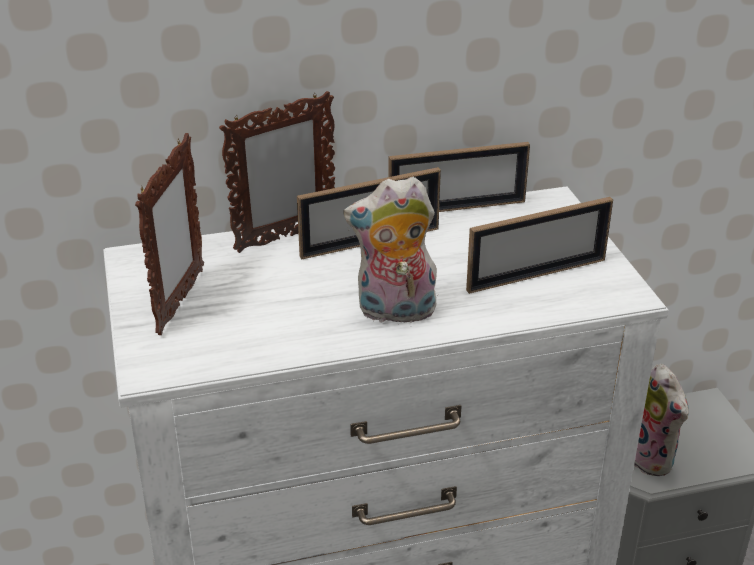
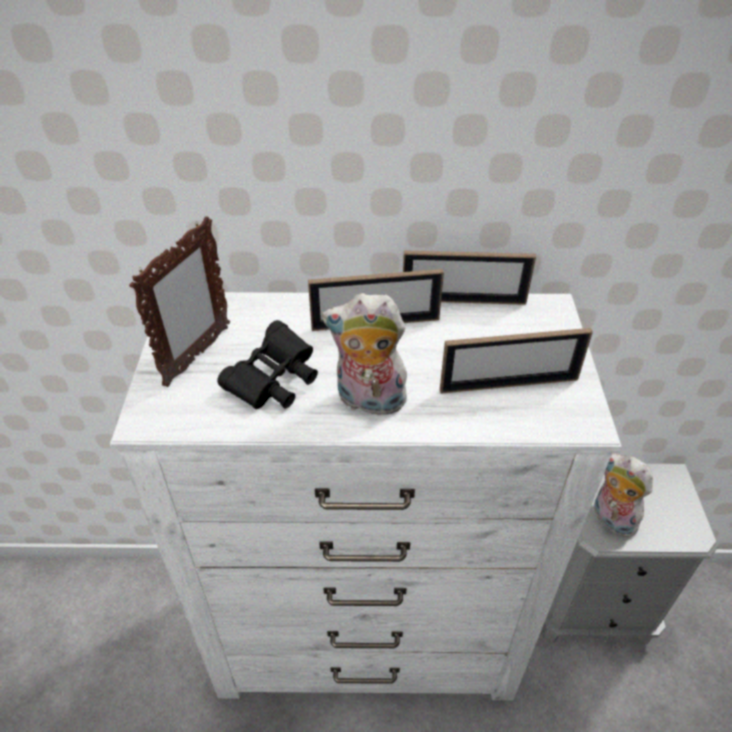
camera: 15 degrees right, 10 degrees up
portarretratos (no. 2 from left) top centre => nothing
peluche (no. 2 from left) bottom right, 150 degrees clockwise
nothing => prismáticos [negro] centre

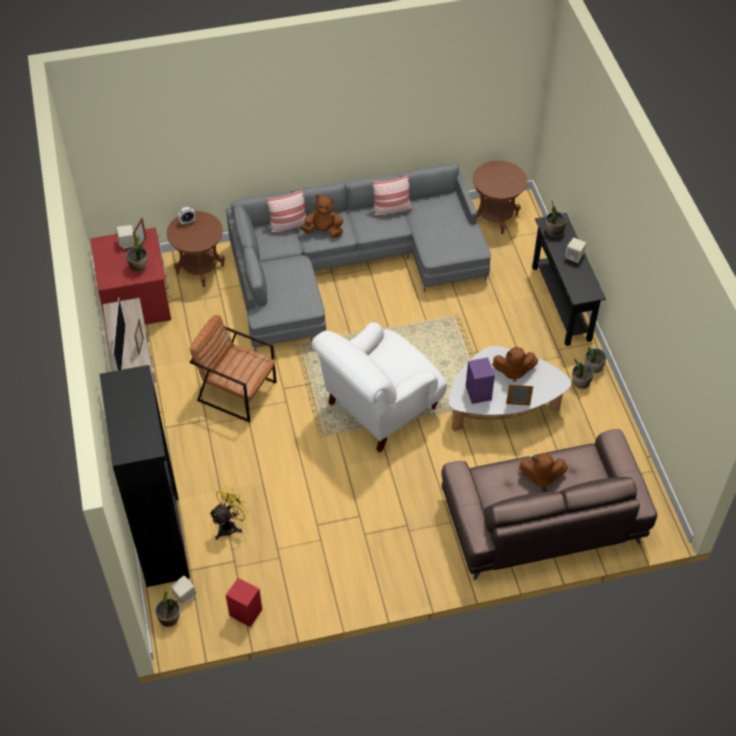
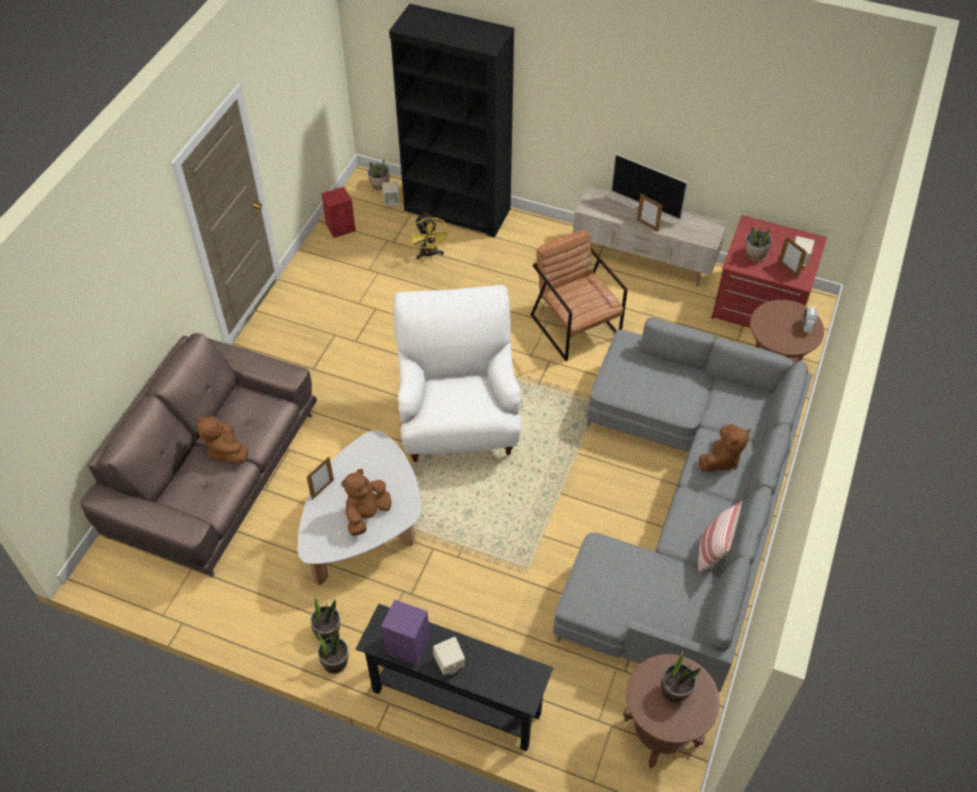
camera: 125 degrees right, 0 degrees up
sillón [marrón] middle left => sillón [marrón] centre, 90 degrees counterclockwise
cojín (no. 1 from left) top centre => nothing
altavoz [morado] centre => altavoz [morado] bottom centre, relocated
peluche [marrón] (no. 3 from left in the first image) middle right => peluche [marrón] (no. 1 from left) middle left, 75 degrees counterclockwise
planta en maceta (no. 3 from left in the first image) top right => planta en maceta (no. 4 from left) bottom right, relocated

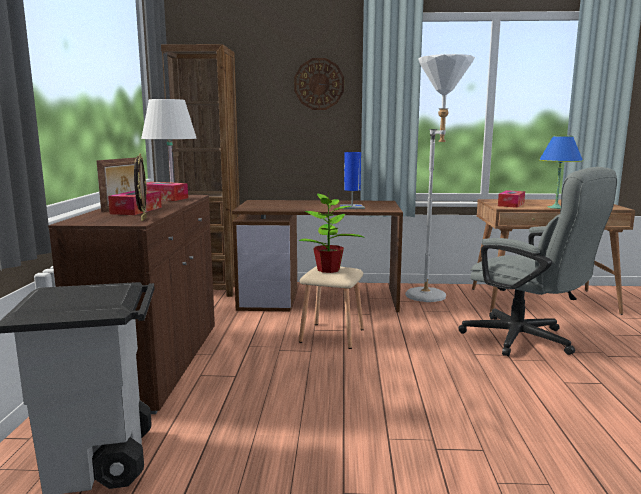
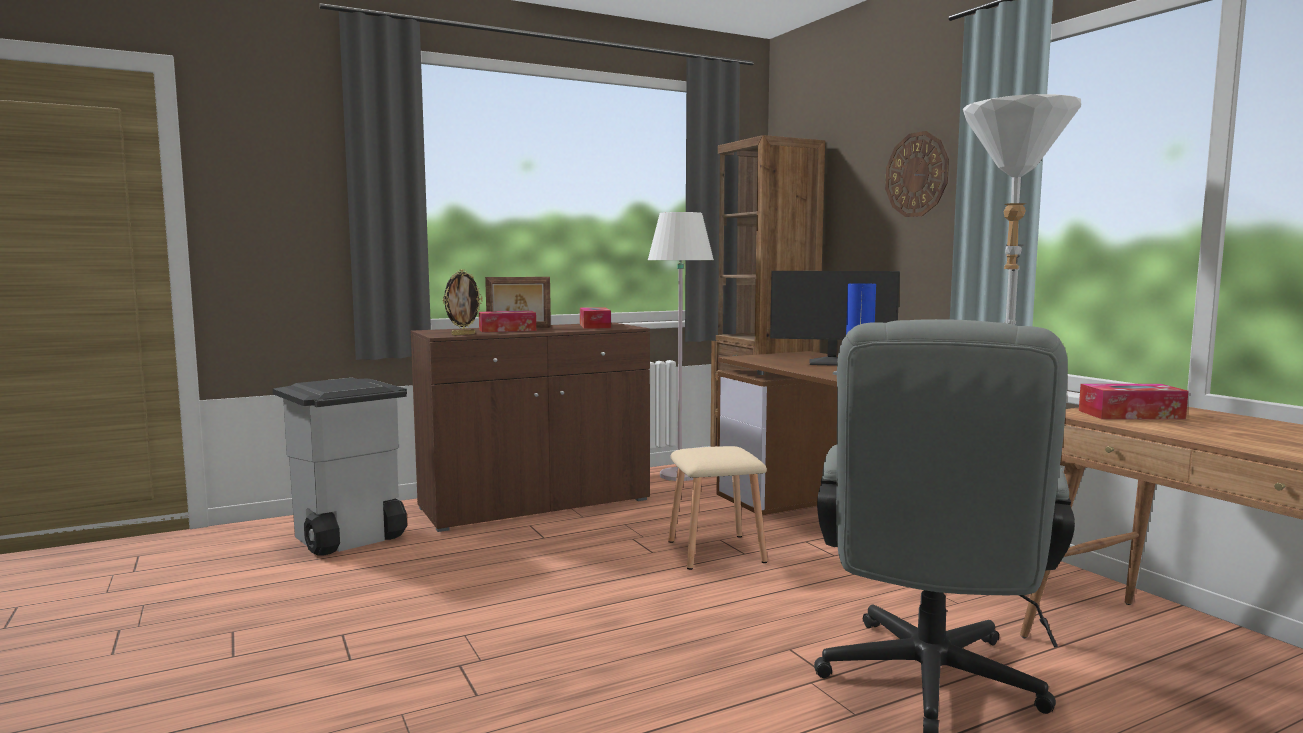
camera: 60 degrees right, 5 degrees down
planta en maceta centre => nothing
lámpara de mesa [azul] (no. 2 from left) middle right => nothing
nothing => monitor centre

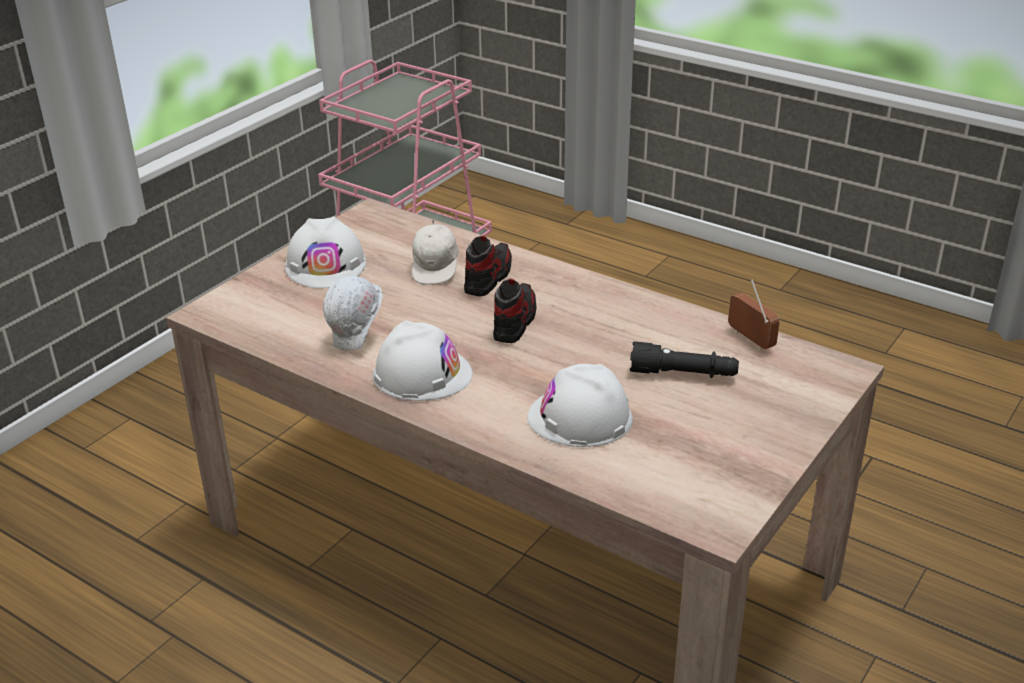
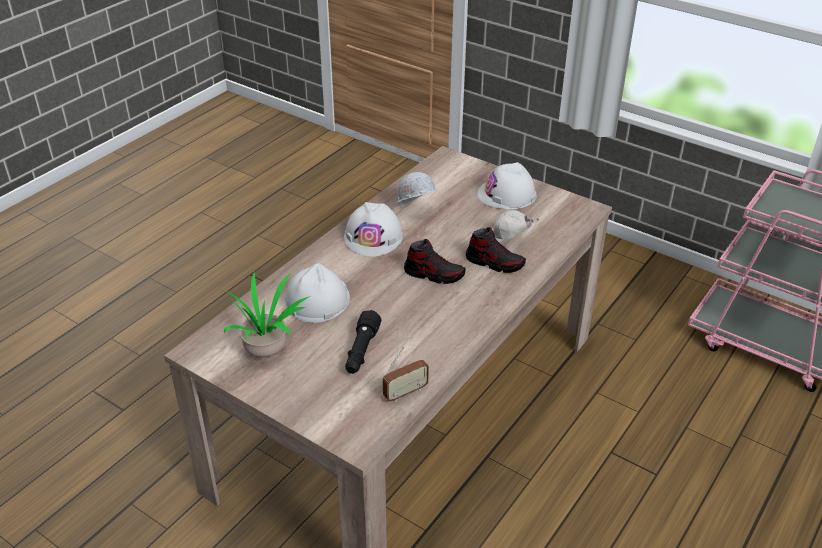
camera: 90 degrees right, 5 degrees up
nothing => planta en maceta middle left

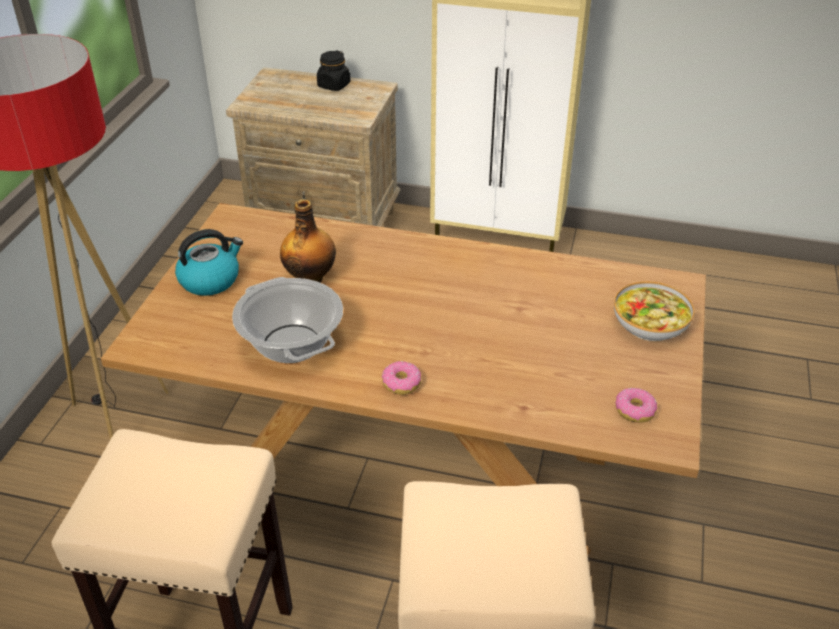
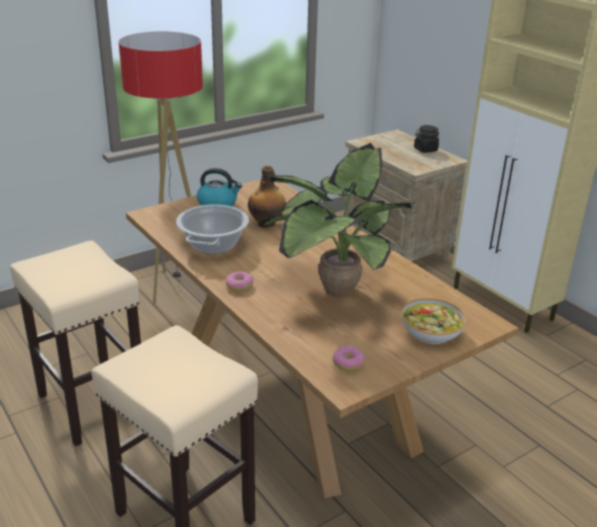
camera: 40 degrees right, 10 degrees down
nothing => planta en maceta centre

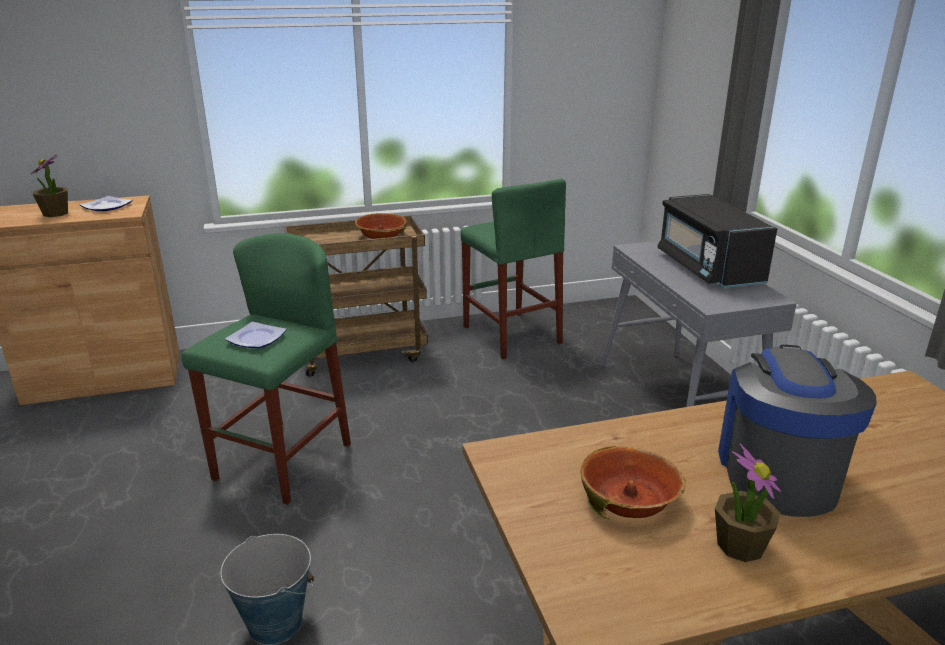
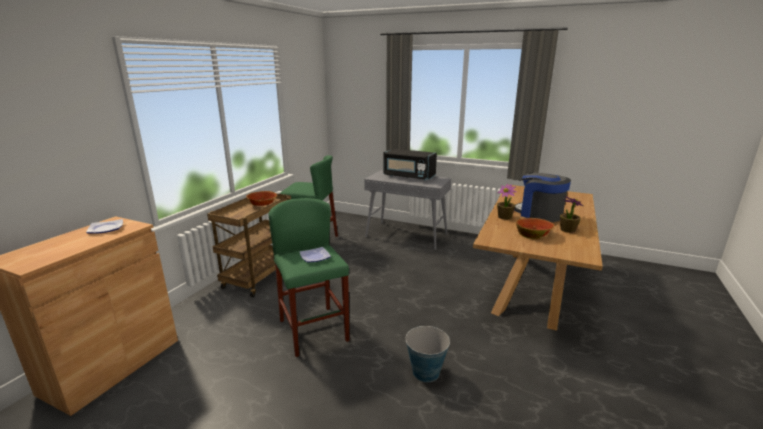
camera: 50 degrees left, 5 degrees down
planta en maceta (no. 1 from left) top left => planta en maceta (no. 1 from left) centre, relocated

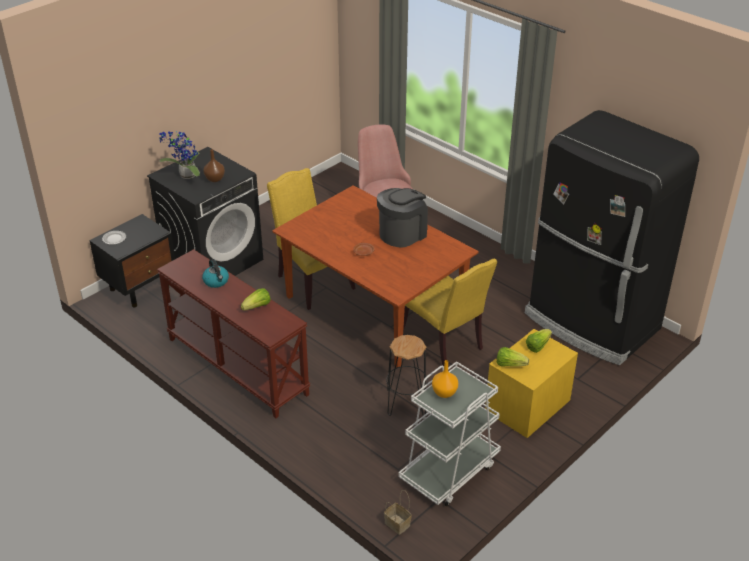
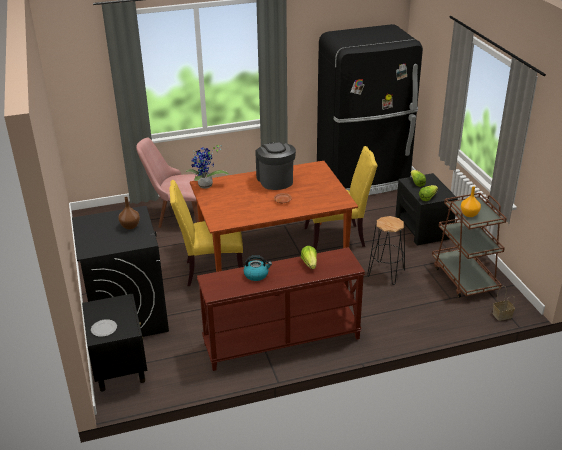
camera: 60 degrees left, 5 degrees down
planta en maceta top left => planta en maceta centre, relocated
carrito [blanco] bottom centre => carrito [marrón] middle right
mesita de noche [amarillo] bottom right => mesita de noche [negro] (no. 2 from left) middle right

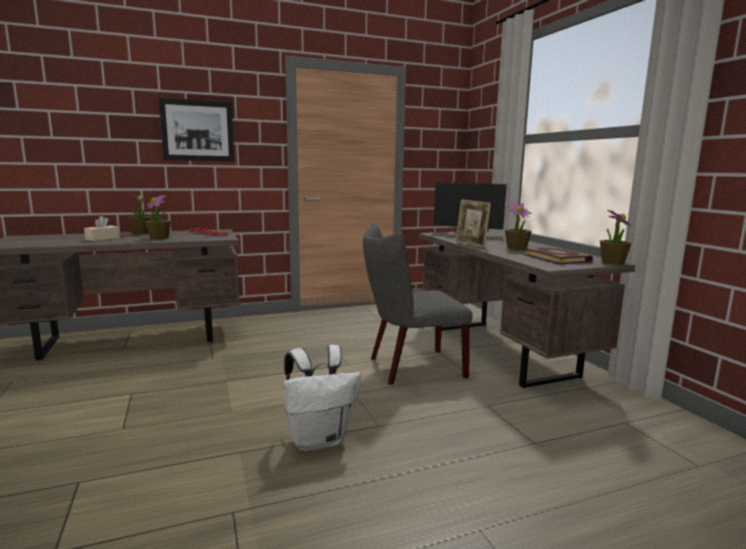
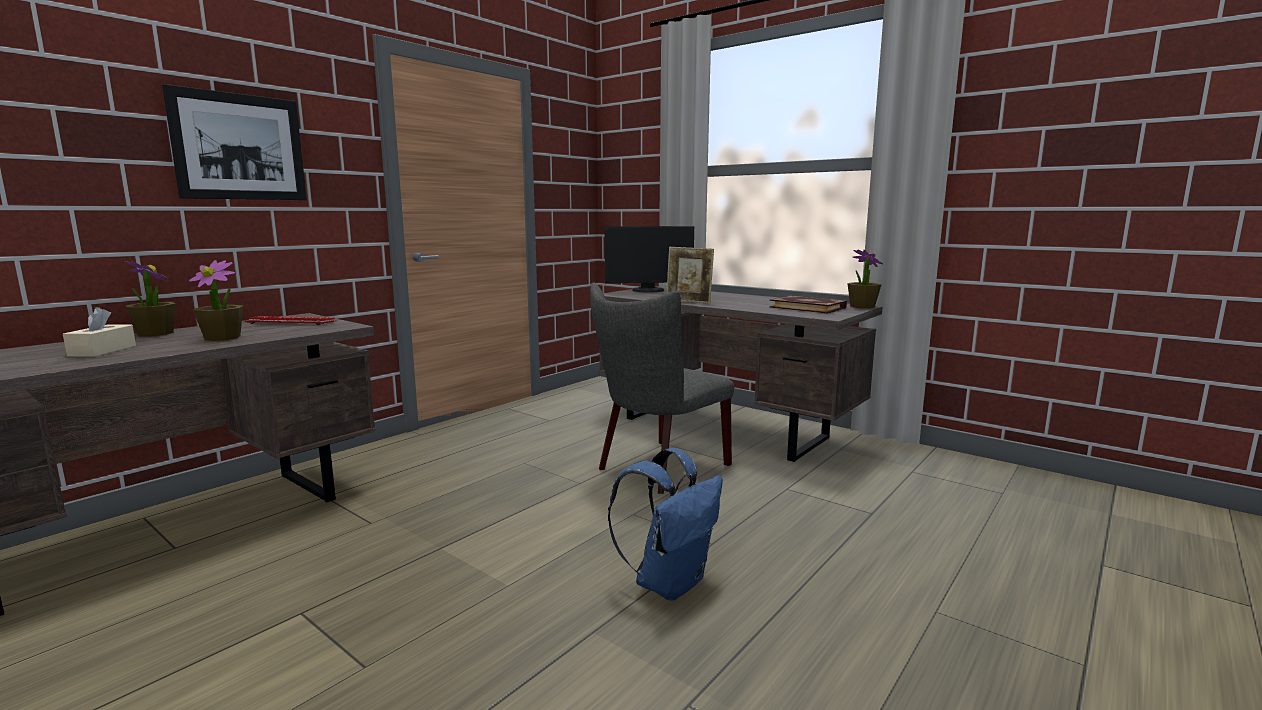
camera: 30 degrees left, 0 degrees up
mochila [blanco] bottom centre => mochila [azul] bottom centre
planta en maceta (no. 3 from left) middle right => nothing

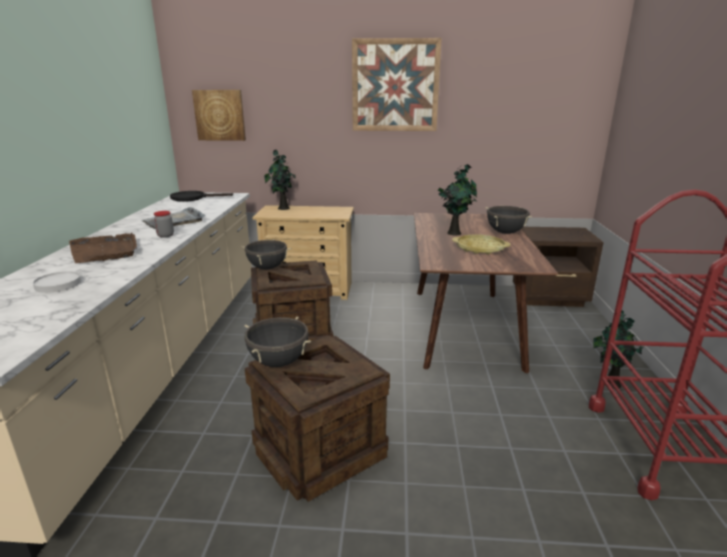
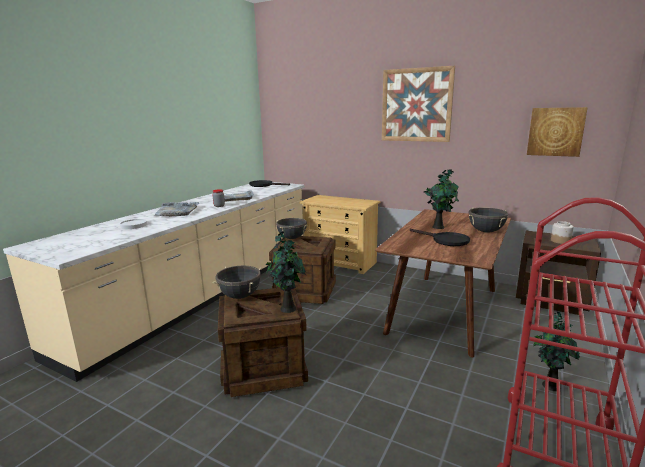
camera: 25 degrees right, 5 degrees down
bandeja [marrón] middle left => bandeja [gris] (no. 1 from left) middle left
cuadro (no. 1 from left in the first image) top left => cuadro (no. 2 from left) top right, relocated
planta en maceta (no. 1 from left) top centre => planta en maceta (no. 1 from left) centre, relocated
bandeja [amarillo] centre => sartén [negro] (no. 2 from left) middle right
nothing => tarro (no. 2 from left) middle right

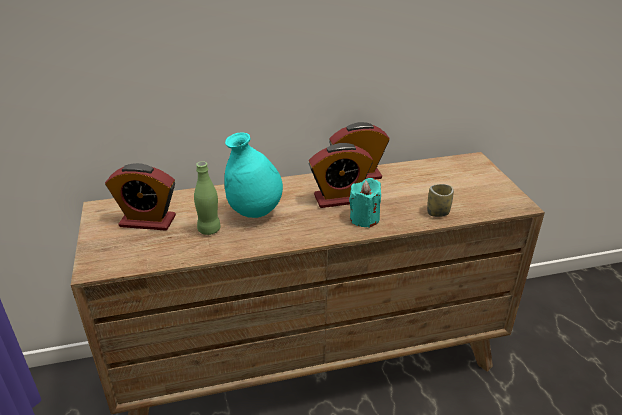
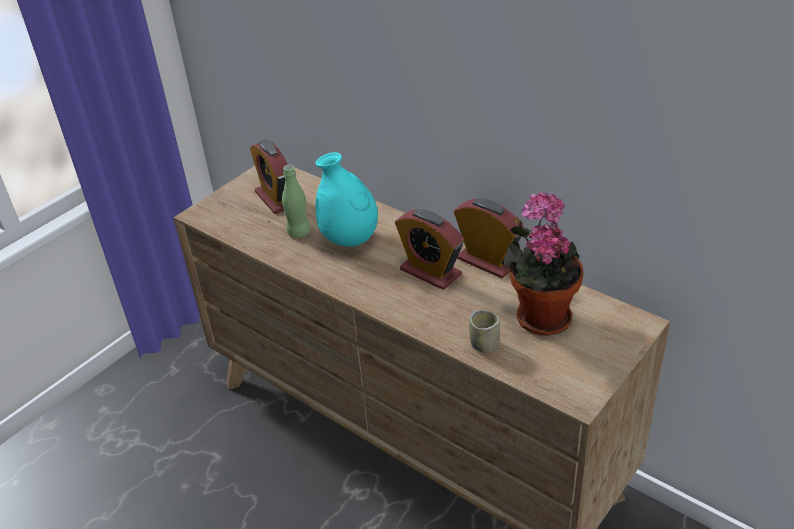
camera: 55 degrees right, 5 degrees up
vela [turquesa] centre => nothing
nothing => planta en maceta middle right

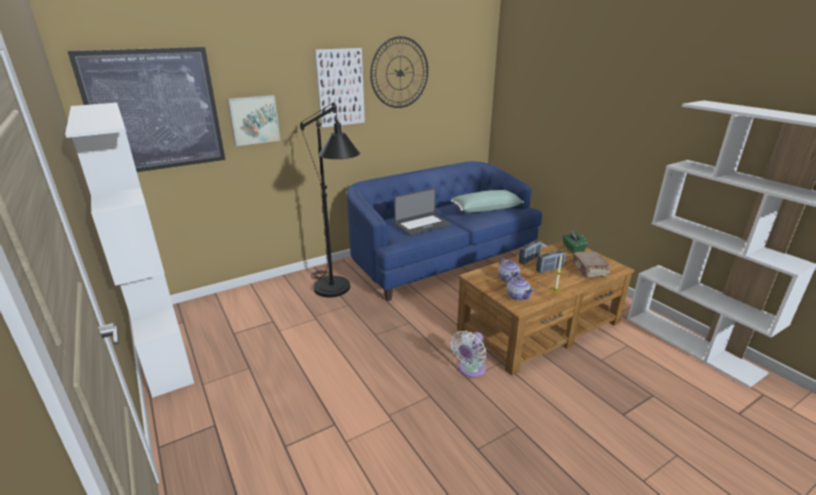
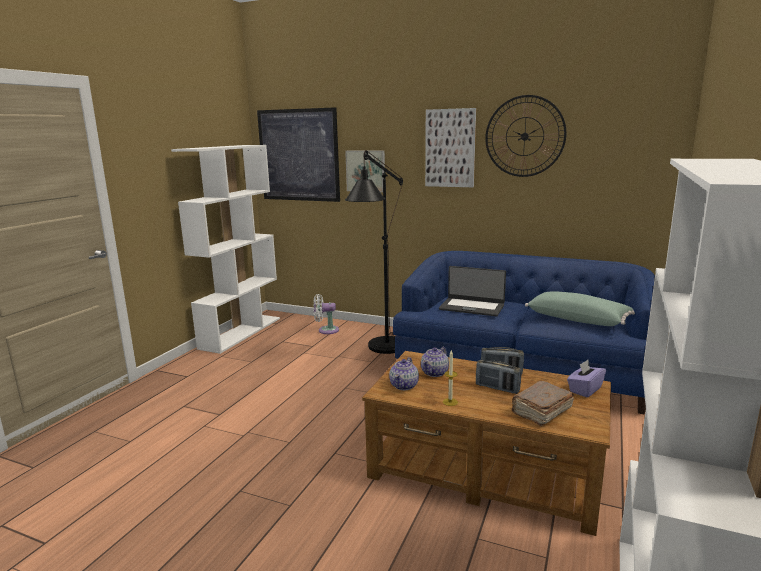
camera: 55 degrees right, 10 degrees down
ventilador [blanco] bottom centre => ventilador [blanco] centre, relocated
caja de pañuelos [verde] middle right => caja de pañuelos [morado] middle right

